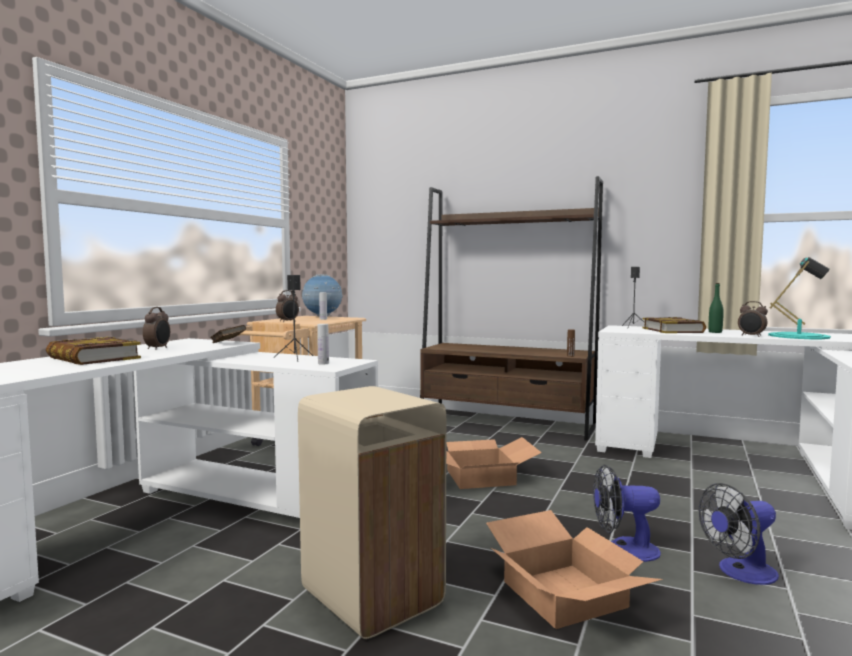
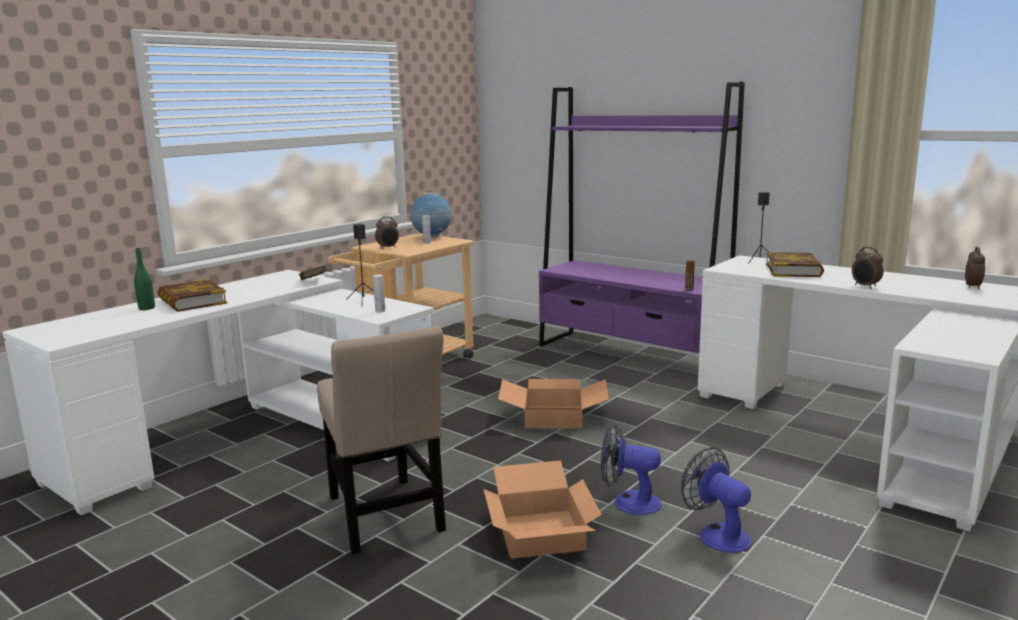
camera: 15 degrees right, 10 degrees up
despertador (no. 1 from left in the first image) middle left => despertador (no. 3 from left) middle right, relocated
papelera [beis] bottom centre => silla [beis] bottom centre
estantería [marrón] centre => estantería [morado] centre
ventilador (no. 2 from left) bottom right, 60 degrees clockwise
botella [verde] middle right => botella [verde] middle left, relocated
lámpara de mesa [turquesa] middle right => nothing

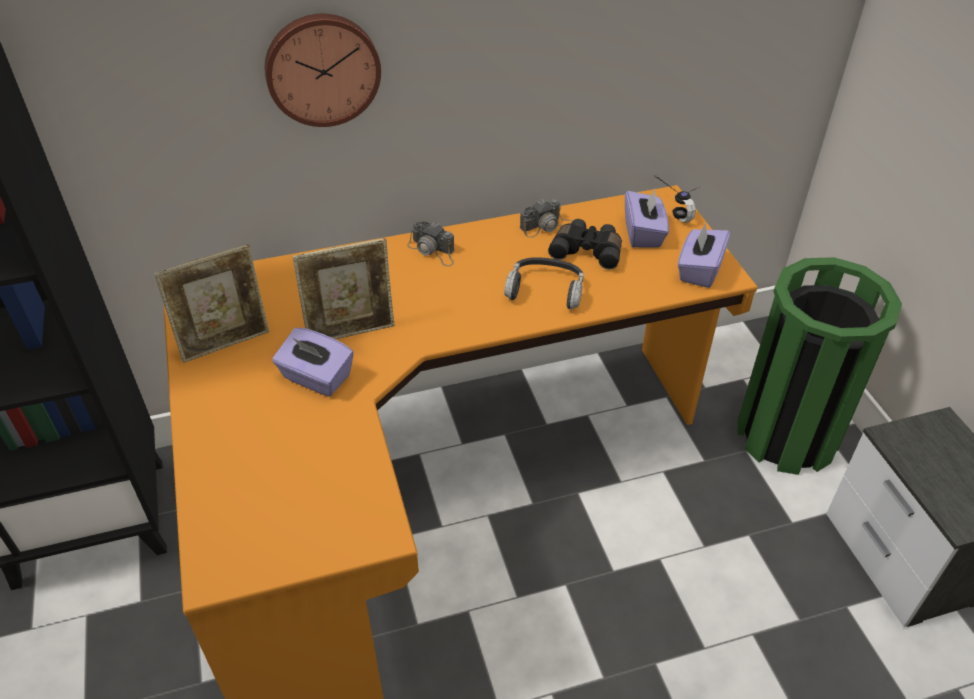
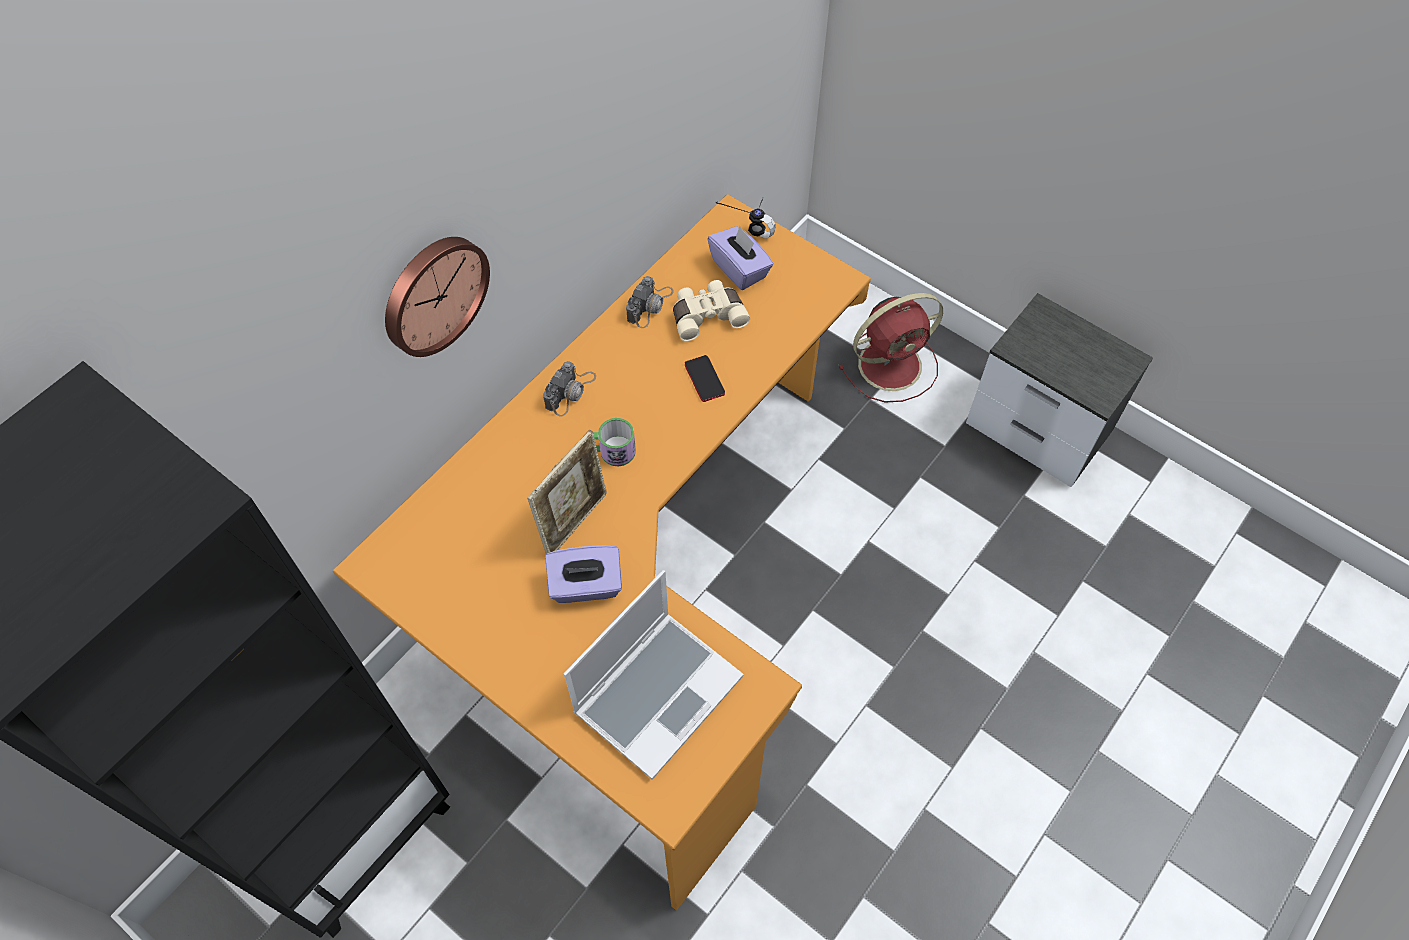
camera: 35 degrees left, 15 degrees up
portarretratos (no. 1 from left) middle left => nothing
cámara (no. 1 from left) centre, 60 degrees counterclockwise
auriculares (no. 1 from left) centre => móvil centre
prismáticos [negro] centre => prismáticos [beis] top centre
caja de pañuelos [morado] (no. 3 from left) middle right => nothing
papelera [verde] middle right => ventilador [rojo] centre
nothing => portátil bottom centre
nothing => taza grande centre

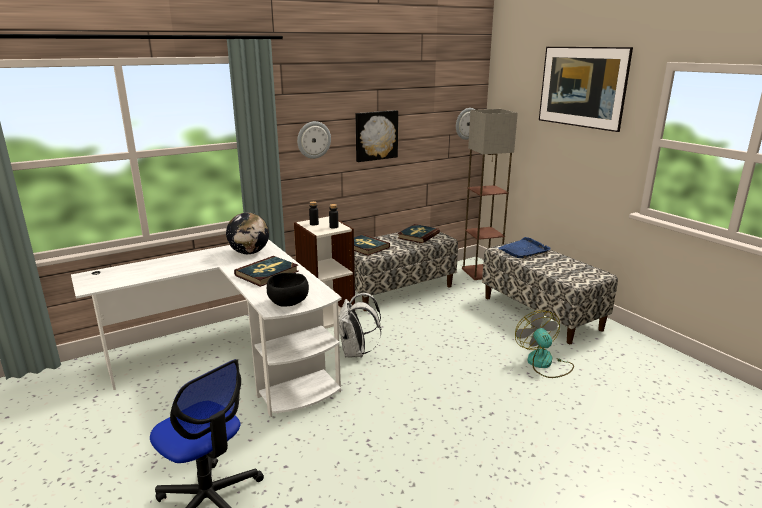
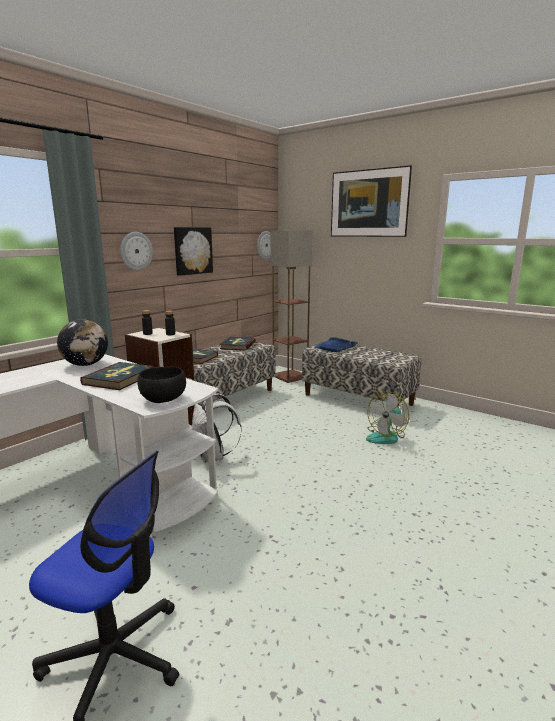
camera: 20 degrees left, 5 degrees down
ventilador bottom right => ventilador middle right, 105 degrees counterclockwise

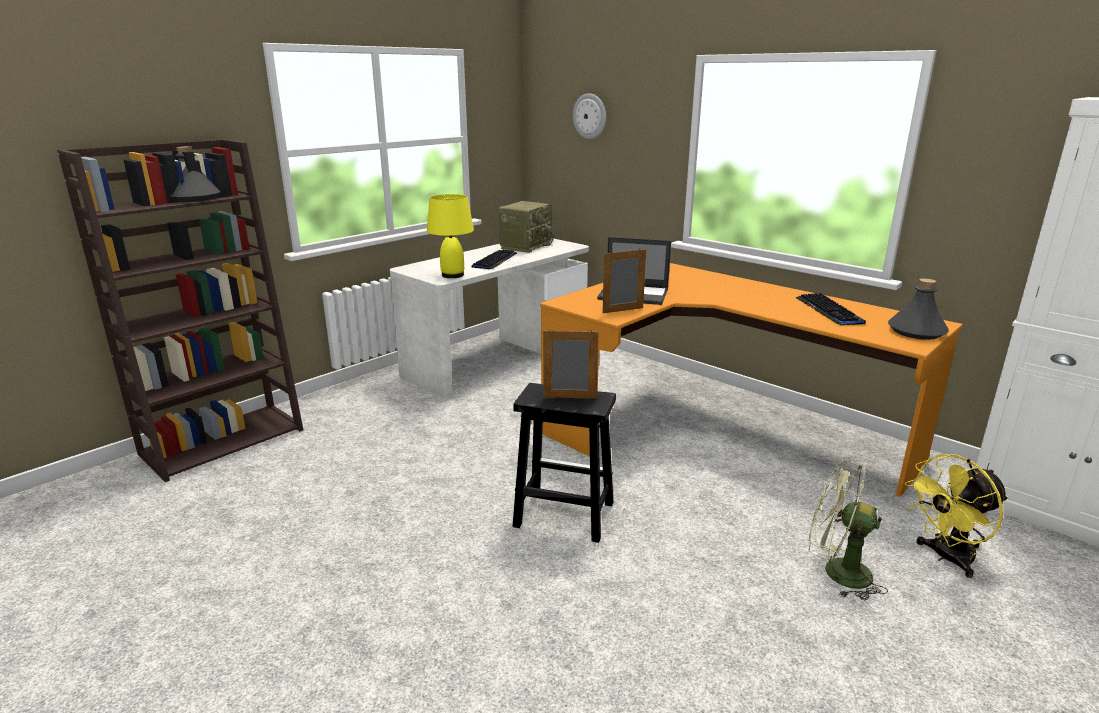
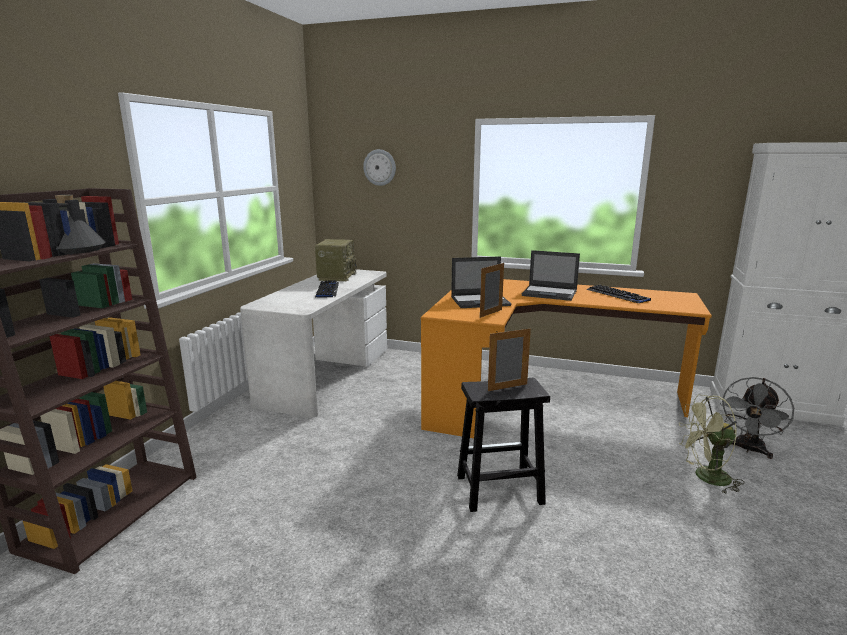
camera: 25 degrees left, 5 degrees down
lámpara de mesa [amarillo] top centre => nothing
botella [gris] (no. 2 from left) middle right => nothing
ventilador [amarillo] bottom right => ventilador [gris] middle right
nothing => portátil (no. 2 from left) centre

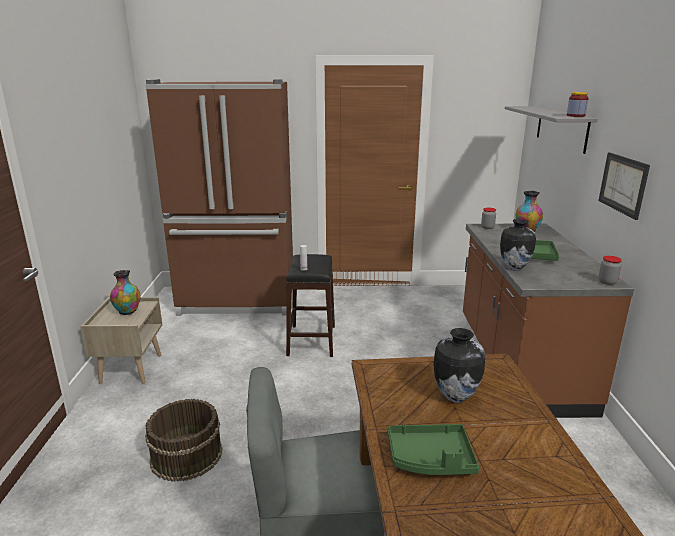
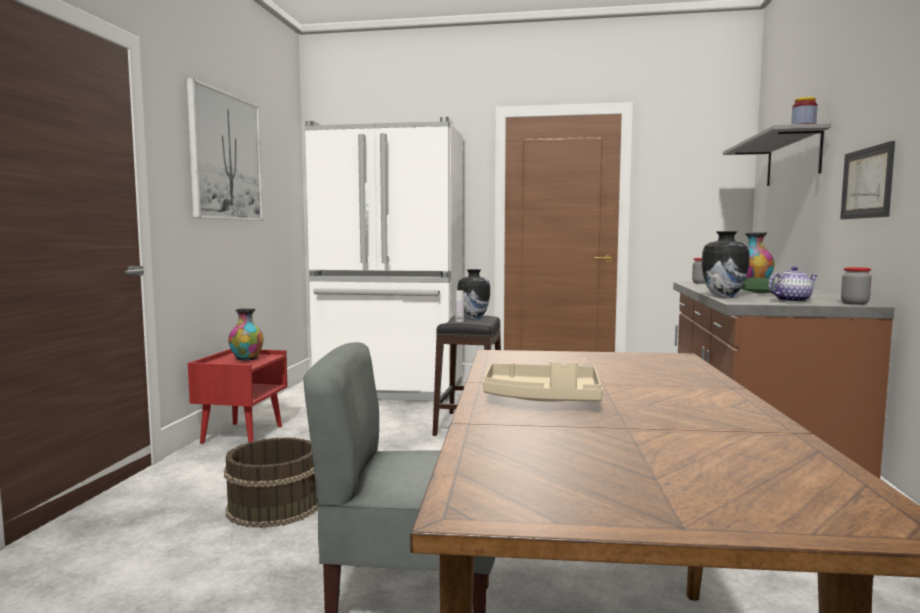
camera: 10 degrees right, 15 degrees down
mesita de noche [beis] middle left => mesita de noche [rojo] middle left
nevera [marrón] middle left => nevera [blanco] centre
bandeja [verde] (no. 1 from left) bottom centre => bandeja [beis] centre
florero (no. 2 from left) bottom right => florero (no. 2 from left) centre, relocated
nothing => cuadro (no. 1 from left) top left
nothing => tetera middle right

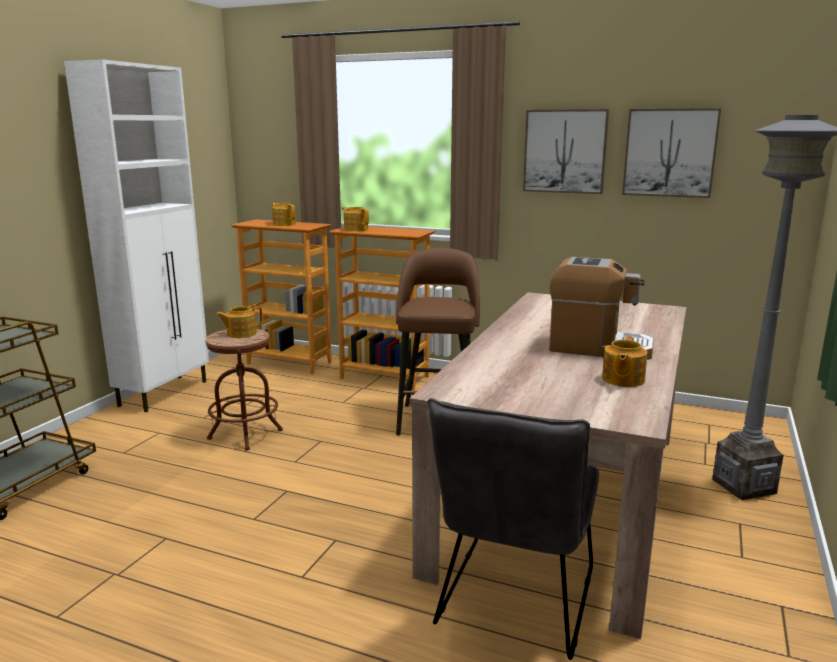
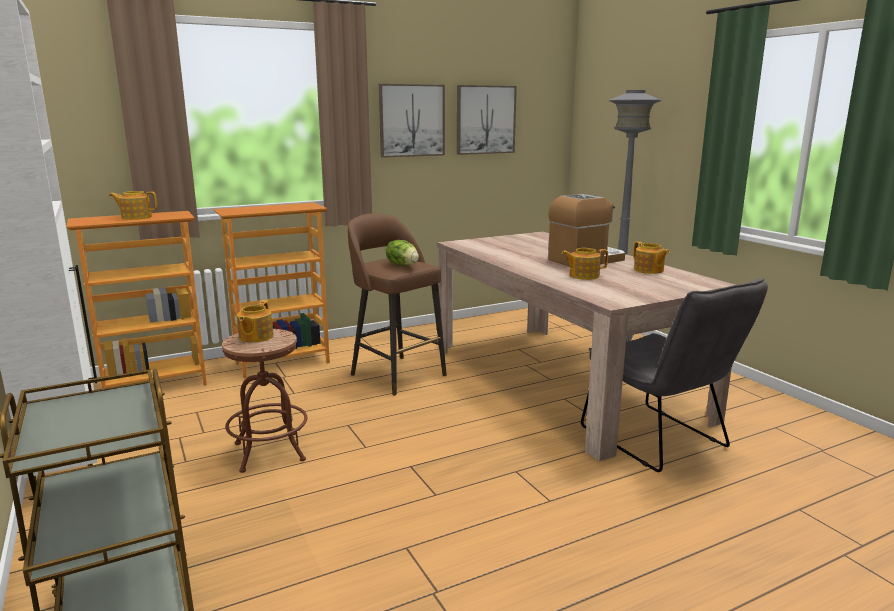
camera: 50 degrees left, 0 degrees up
tetera (no. 3 from left) top centre => tetera (no. 3 from left) centre, relocated
nothing => lechuga centre

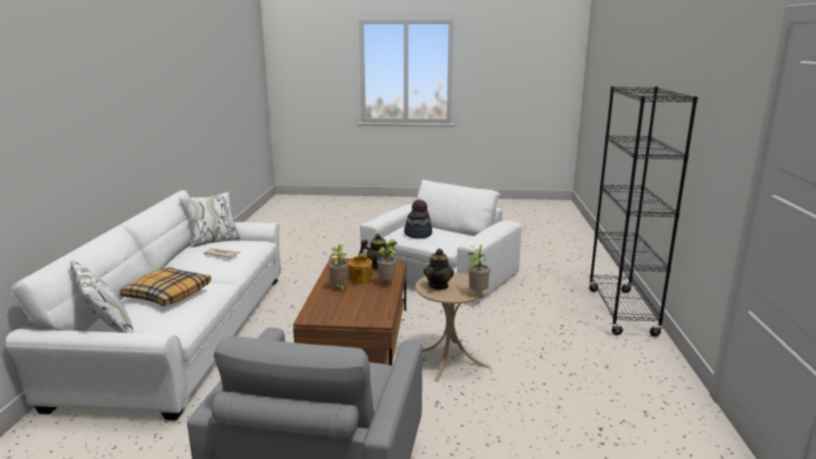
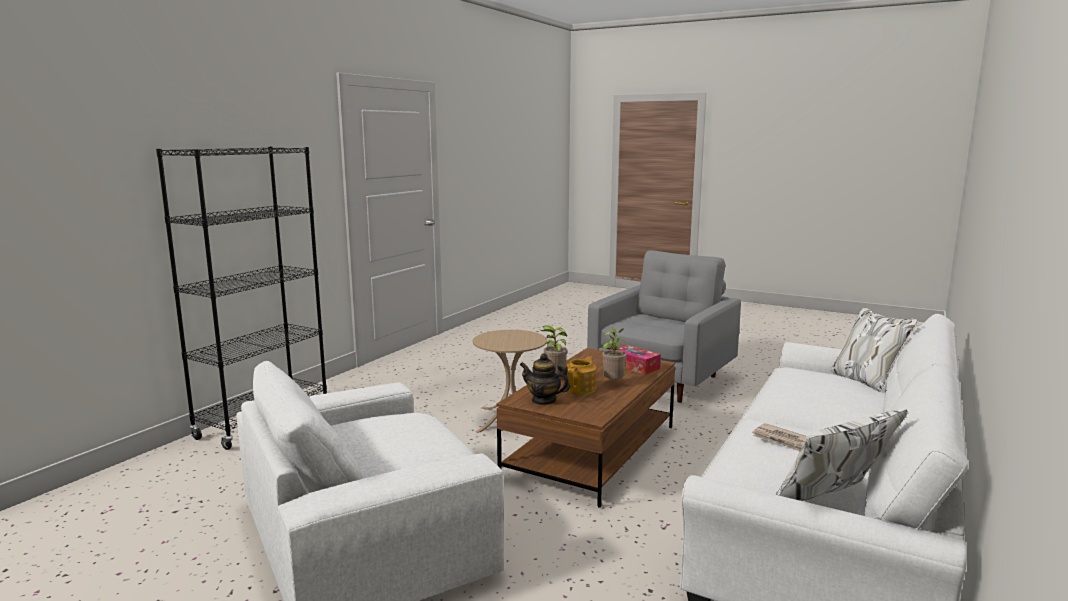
camera: 155 degrees left, 5 degrees down
cojín middle left => nothing
sombrero centre => nothing
tetera (no. 3 from left) centre => nothing
planta en maceta (no. 3 from left) centre => nothing
nothing => caja de pañuelos centre

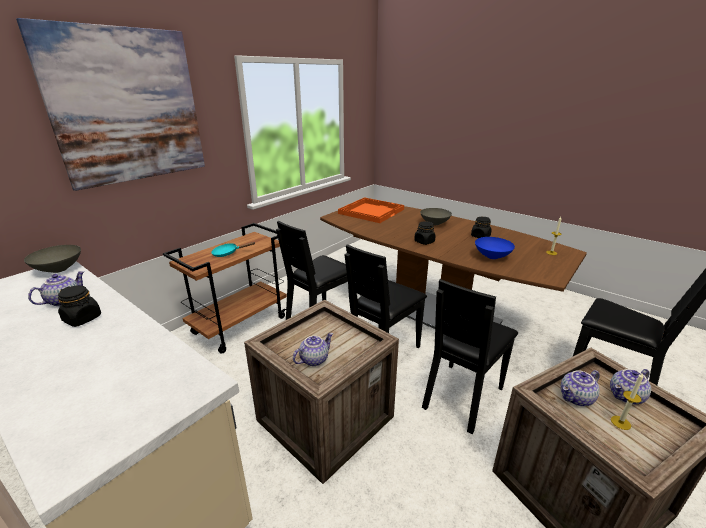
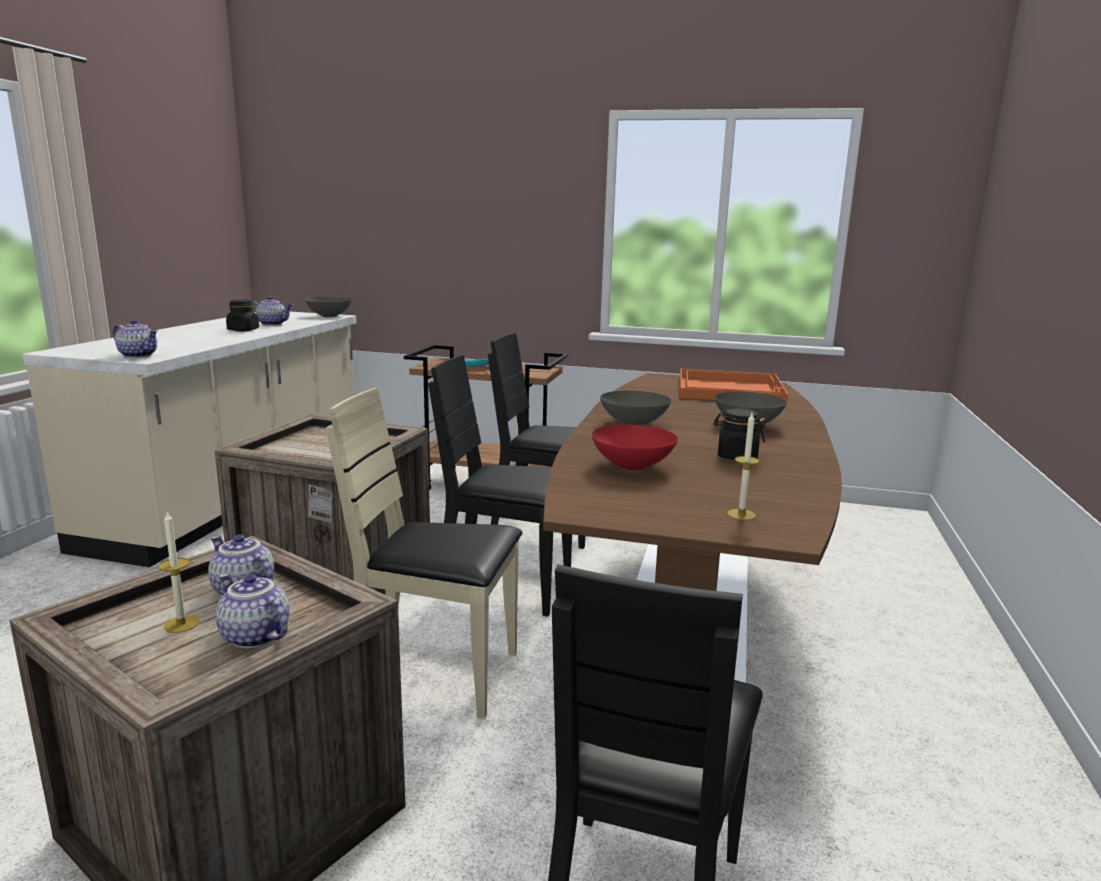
camera: 65 degrees right, 10 degrees down
cuadro top left => nothing
tetera (no. 2 from left in the first image) centre => tetera (no. 1 from left) middle left, relocated
tarro [negro] (no. 2 from left) centre => cuenco [gris] (no. 2 from left) centre
silla [negro] (no. 3 from left) bottom centre => silla [beis] centre
cuenco [azul] middle right => cuenco [rojo] centre

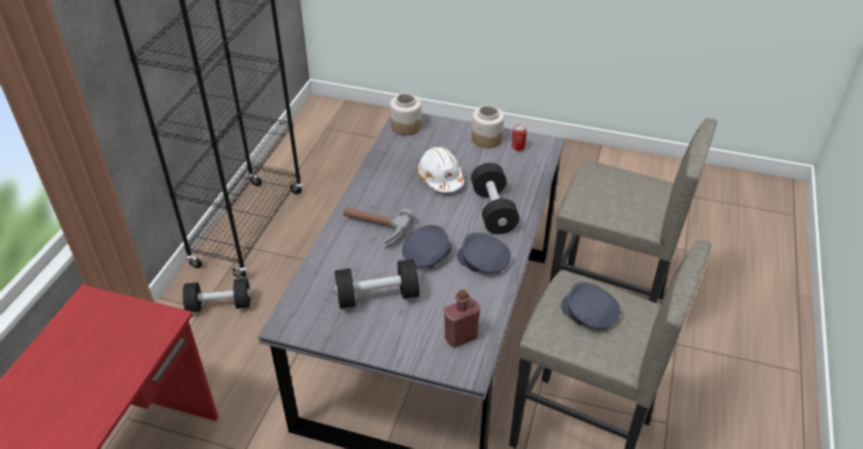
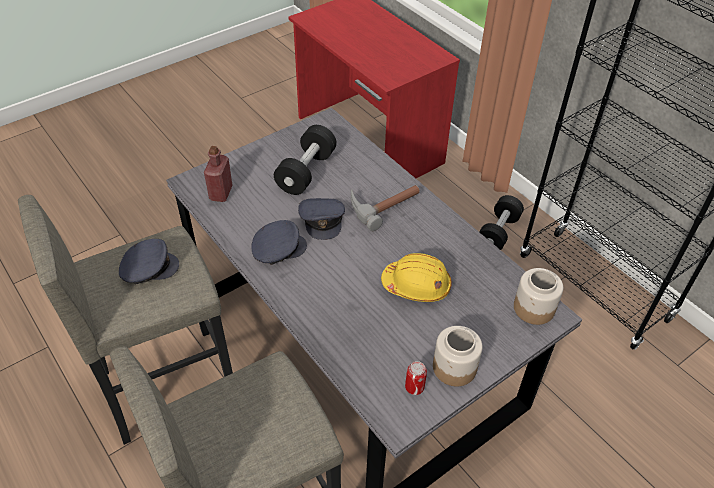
camera: 125 degrees right, 5 degrees up
casco [blanco] centre => casco [amarillo] centre
mancuerna [negro] (no. 3 from left) centre => nothing

